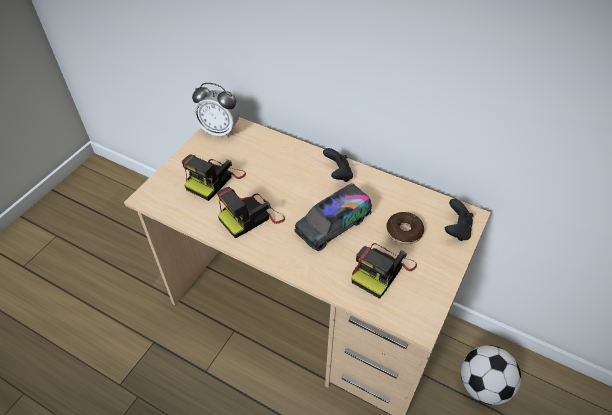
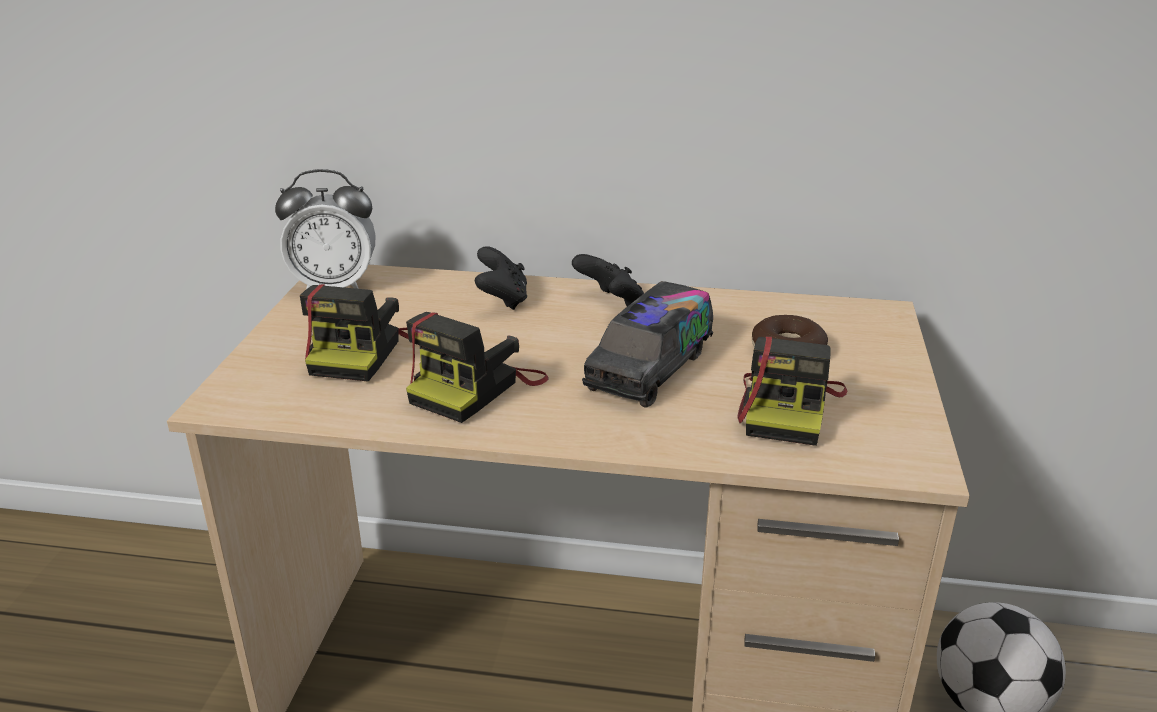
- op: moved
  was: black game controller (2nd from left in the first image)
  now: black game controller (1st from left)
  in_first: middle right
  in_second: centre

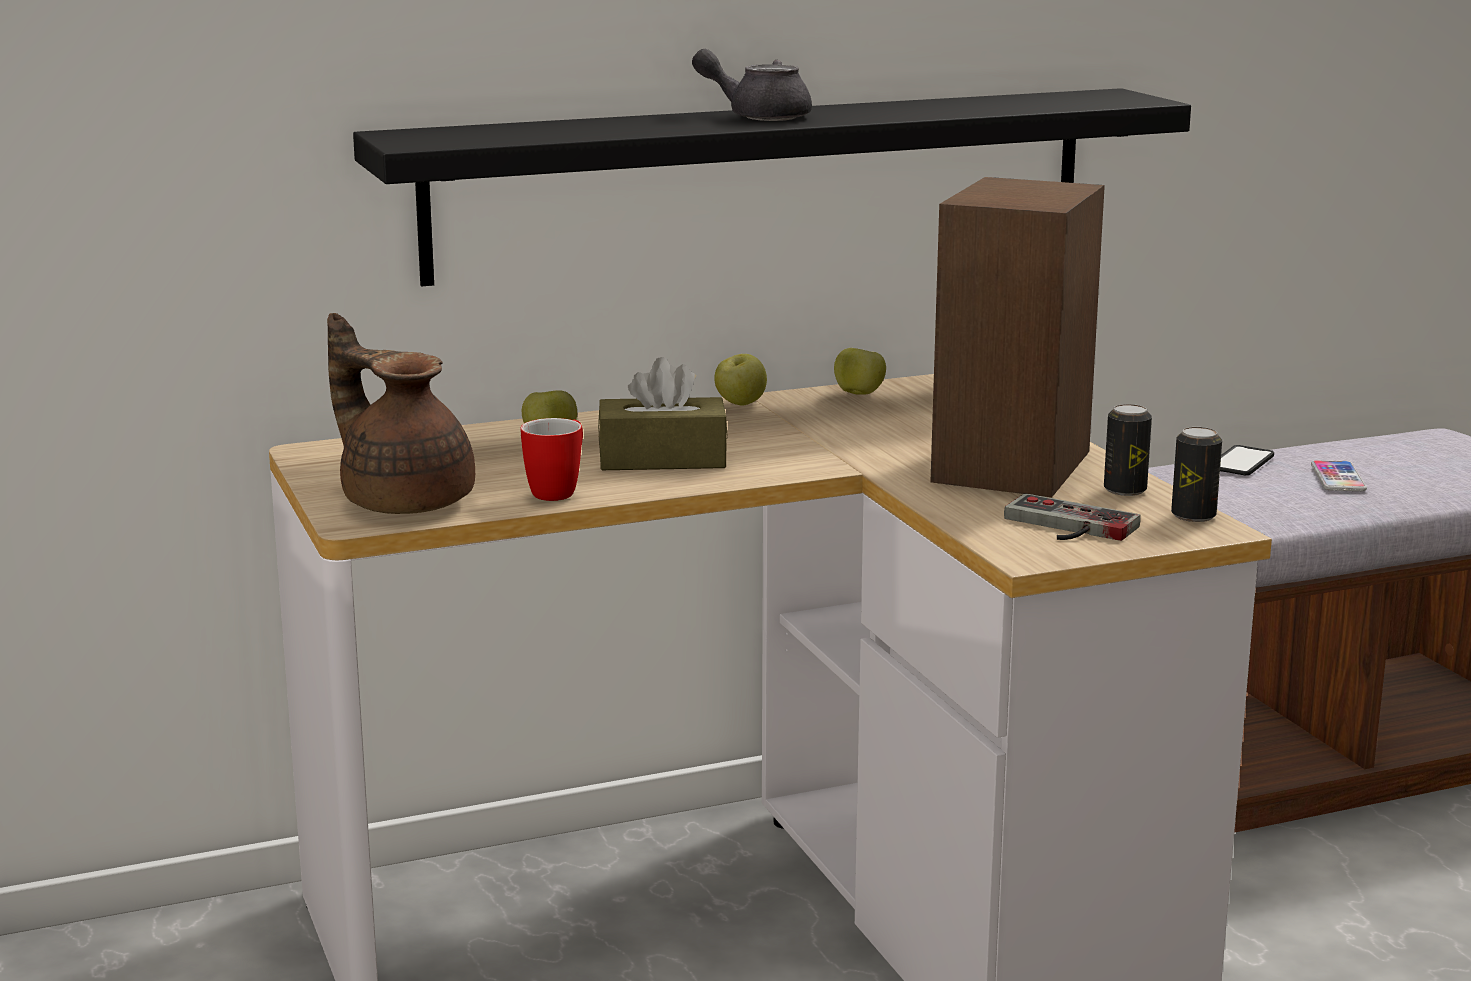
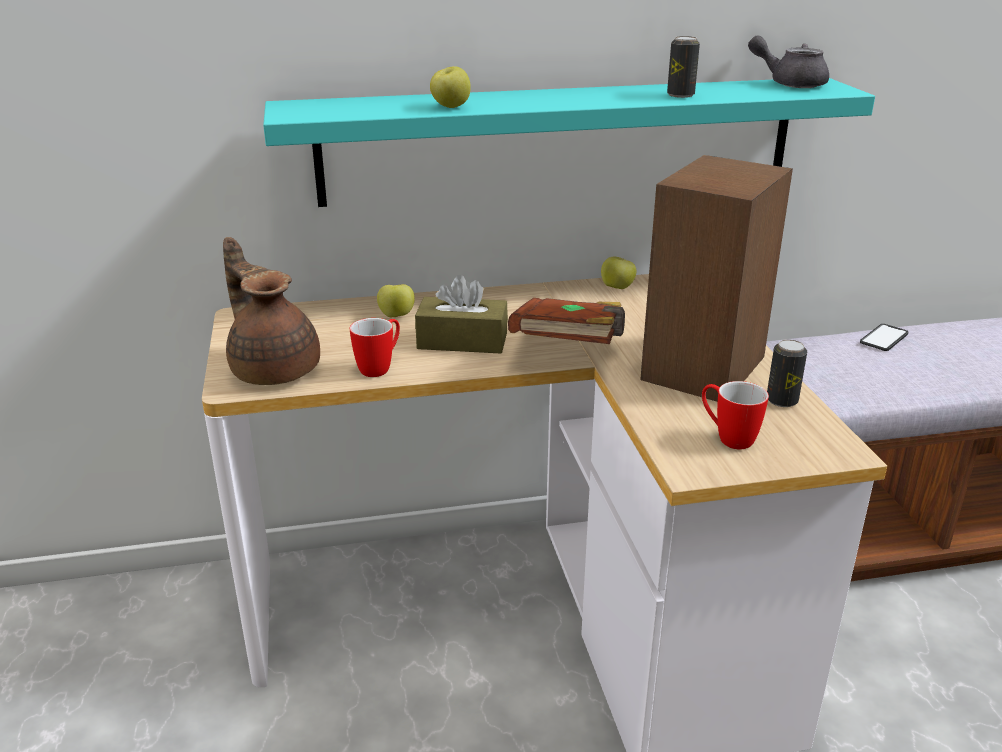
- op: recoloured
  was: black shelf
  now: turquoise shelf
  in_first: top centre
  in_second: top centre
- op: moved
  was: apple (2nd from left)
  in_first: centre
  in_second: top centre
- op: added
  now: brown book
  in_second: centre
- op: moved
  was: can (2nd from left in the first image)
  now: can (1st from left)
  in_first: middle right
  in_second: top right
- op: replaced
  was: game controller
  now: mug (2nd from left)
  in_first: middle right
  in_second: middle right
- op: moved
  was: grey teapot
  in_first: top centre
  in_second: top right
- op: removed
  was: phone (2nd from left)
  in_first: middle right

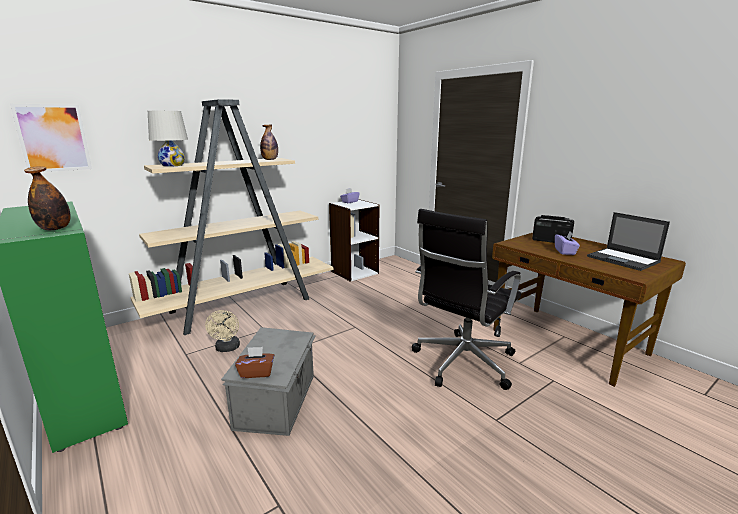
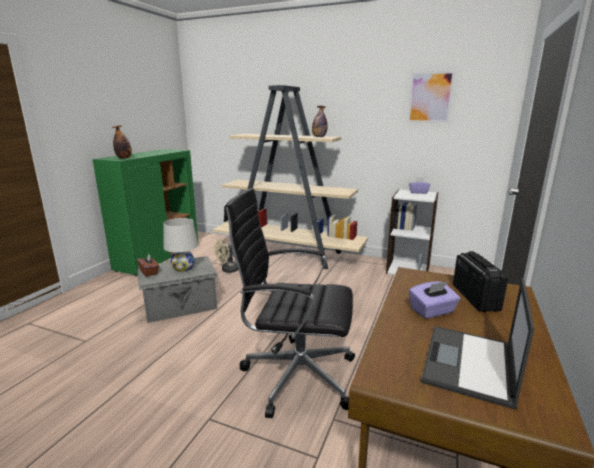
- op: moved
  was: white table lamp
  in_first: top left
  in_second: middle left
- op: moved
  was: picture
  in_first: top left
  in_second: top right

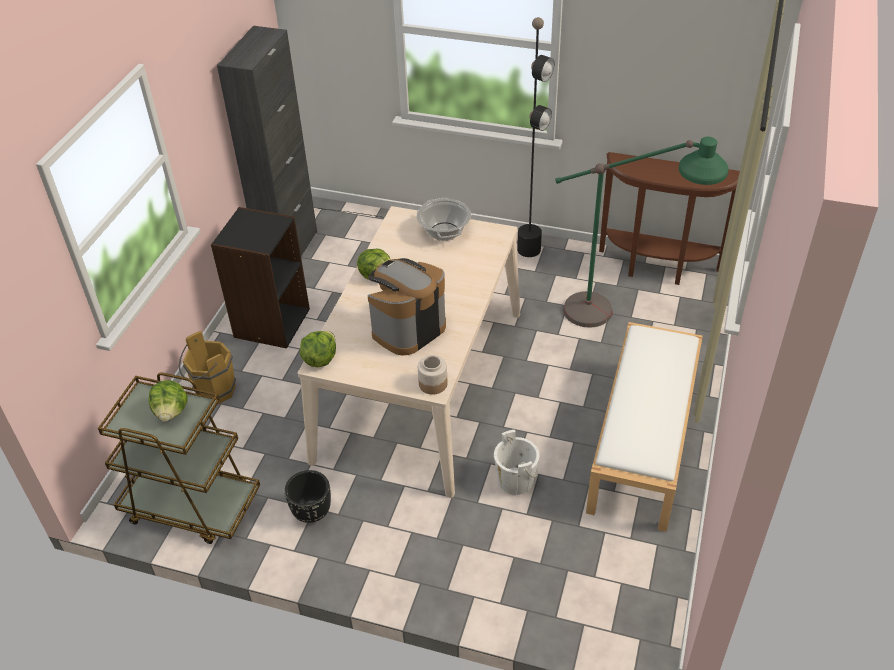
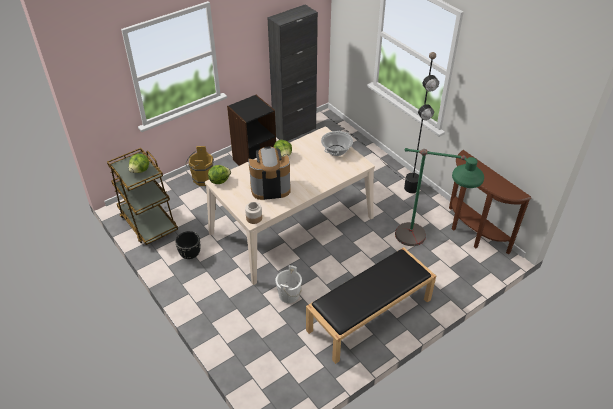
- op: recoloured
  was: white bench
  now: black bench
  in_first: middle right
  in_second: bottom centre

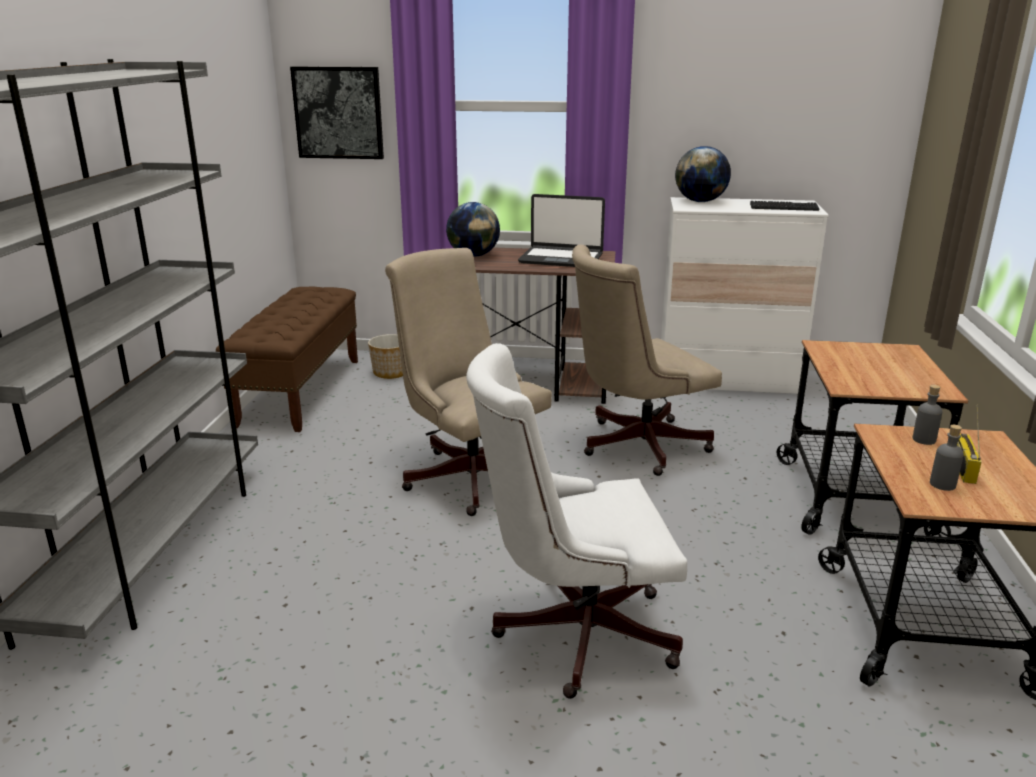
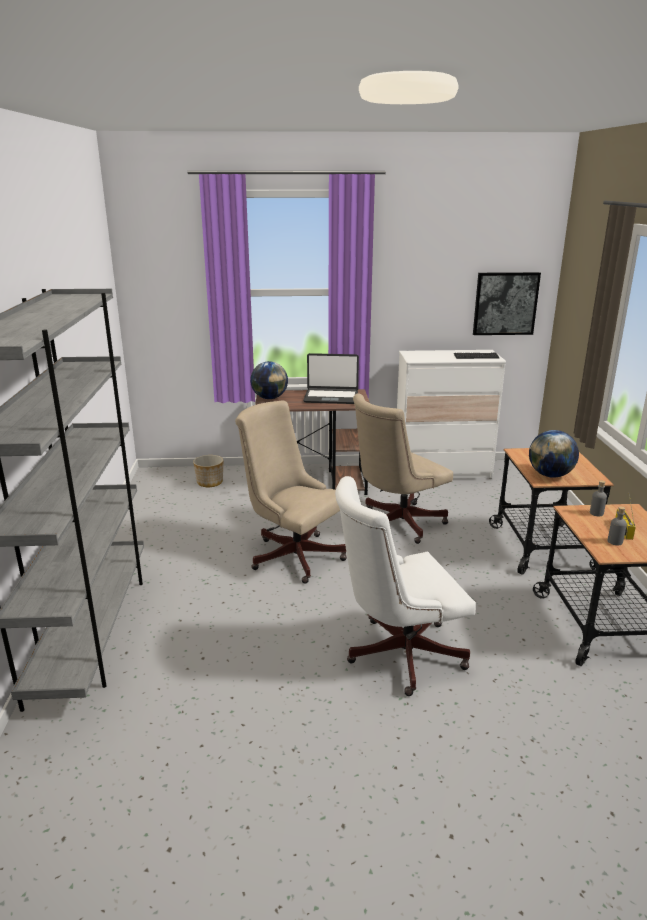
- op: moved
  was: picture
  in_first: top left
  in_second: top right
- op: moved
  was: globe (2nd from left)
  in_first: top right
  in_second: middle right
- op: removed
  was: brown bench
  in_first: middle left

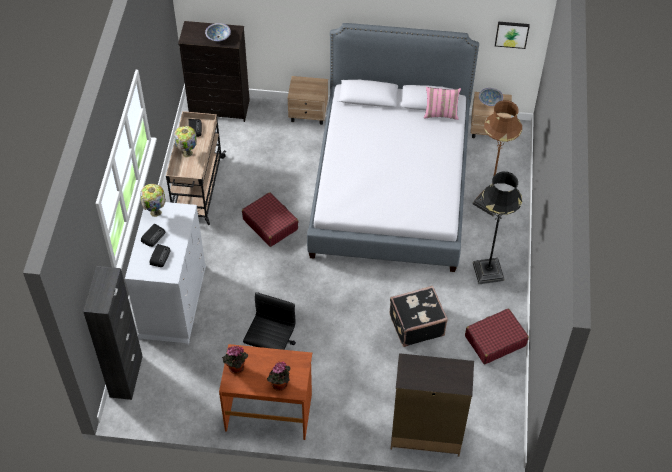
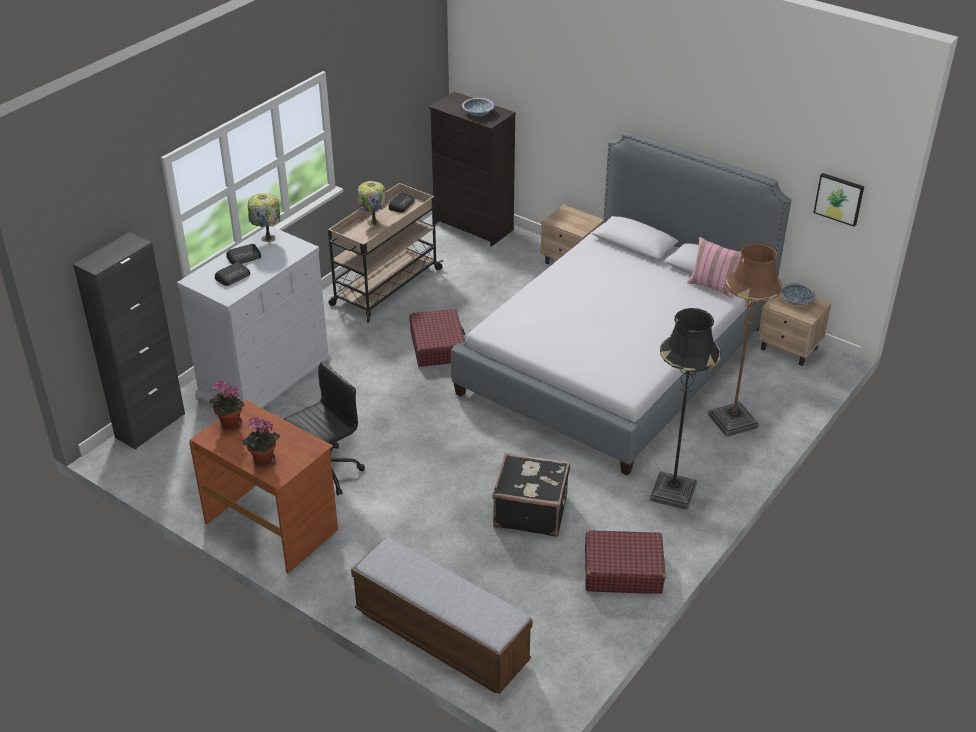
- op: replaced
  was: black dresser (2nd from left)
  now: bench
  in_first: bottom centre
  in_second: bottom centre

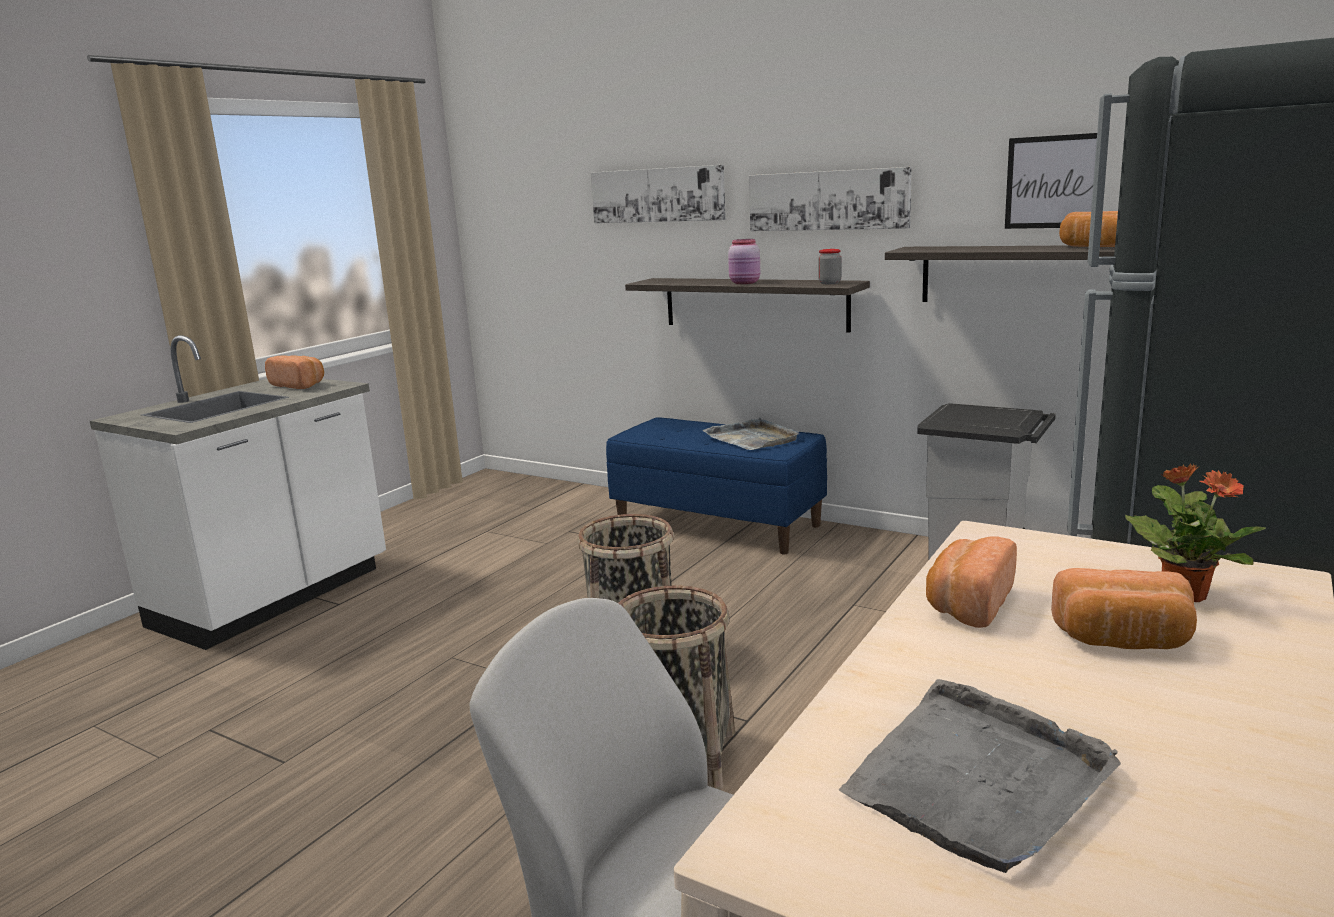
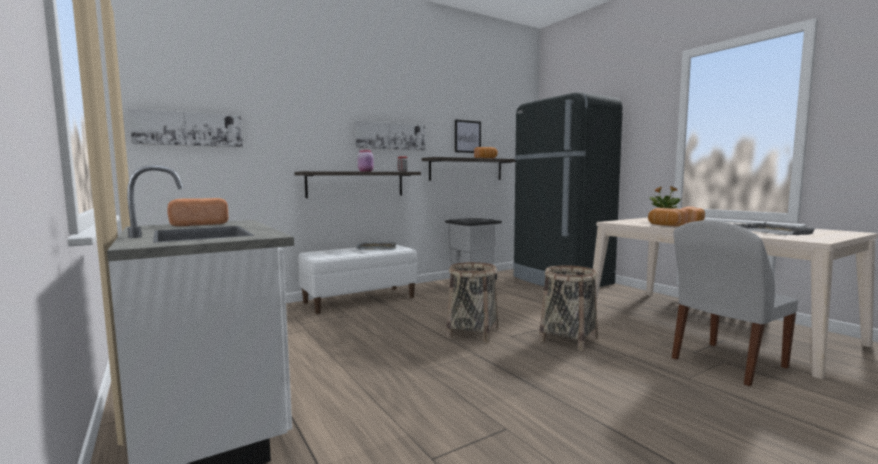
- op: moved
  was: picture (1st from left)
  in_first: top centre
  in_second: top left
- op: recoloured
  was: blue bench
  now: white bench
  in_first: centre
  in_second: centre

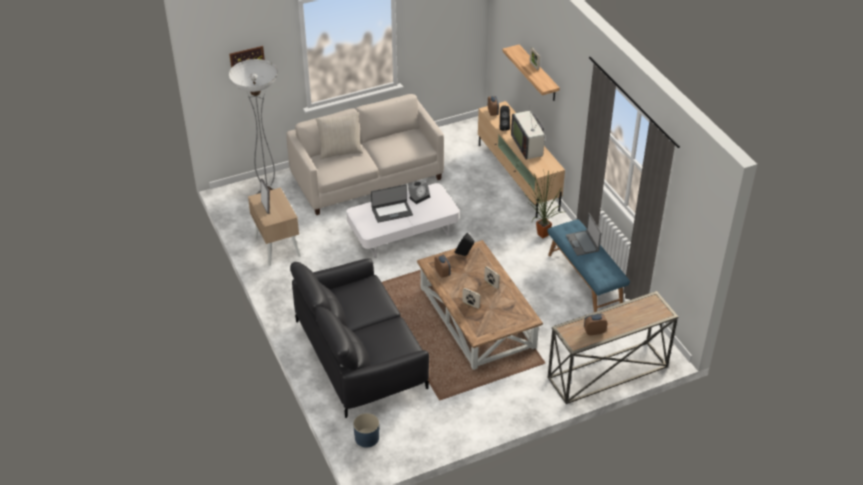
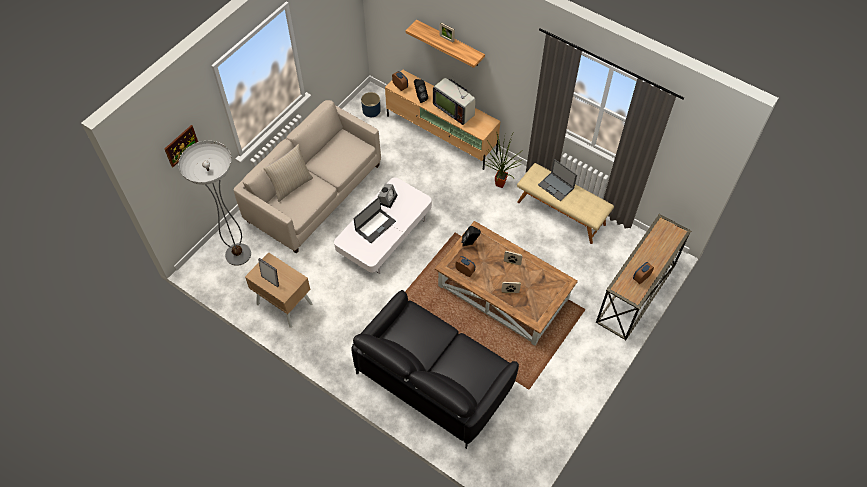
- op: moved
  was: blue planter
  in_first: bottom centre
  in_second: top centre
- op: recoloured
  was: blue bench
  now: beige bench
  in_first: middle right
  in_second: centre

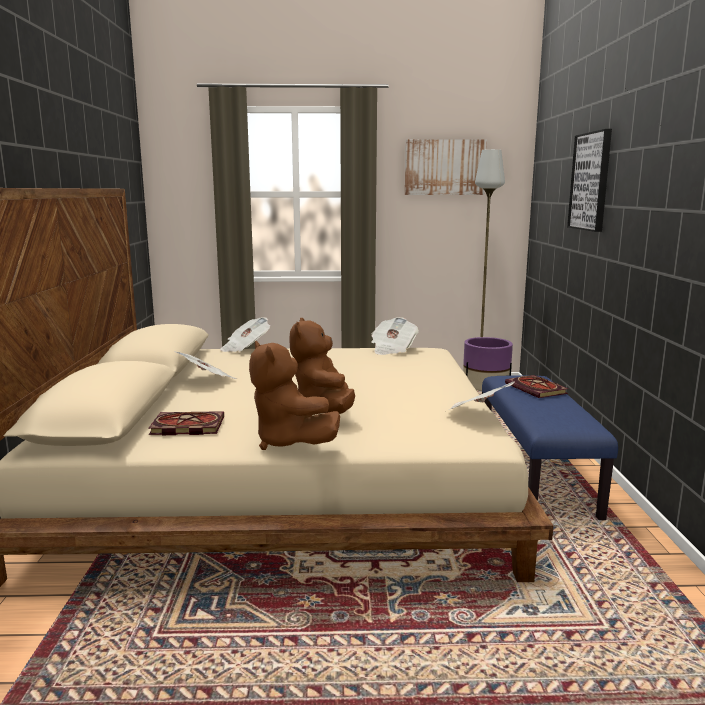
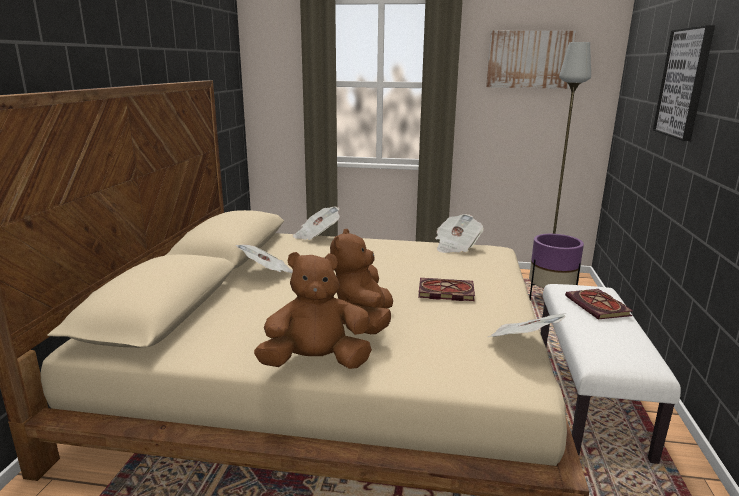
- op: turned
  was: brown plush toy (1st from left)
  in_first: centre
  in_second: centre
  clockwise: 105
- op: moved
  was: book (1st from left)
  in_first: middle left
  in_second: centre
- op: recoloured
  was: blue bench
  now: white bench
  in_first: middle right
  in_second: bottom right

